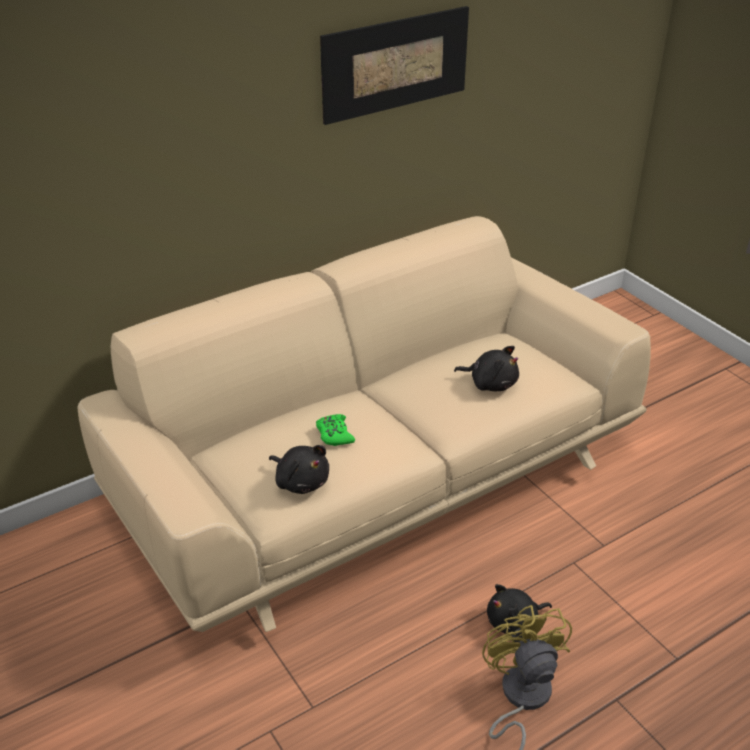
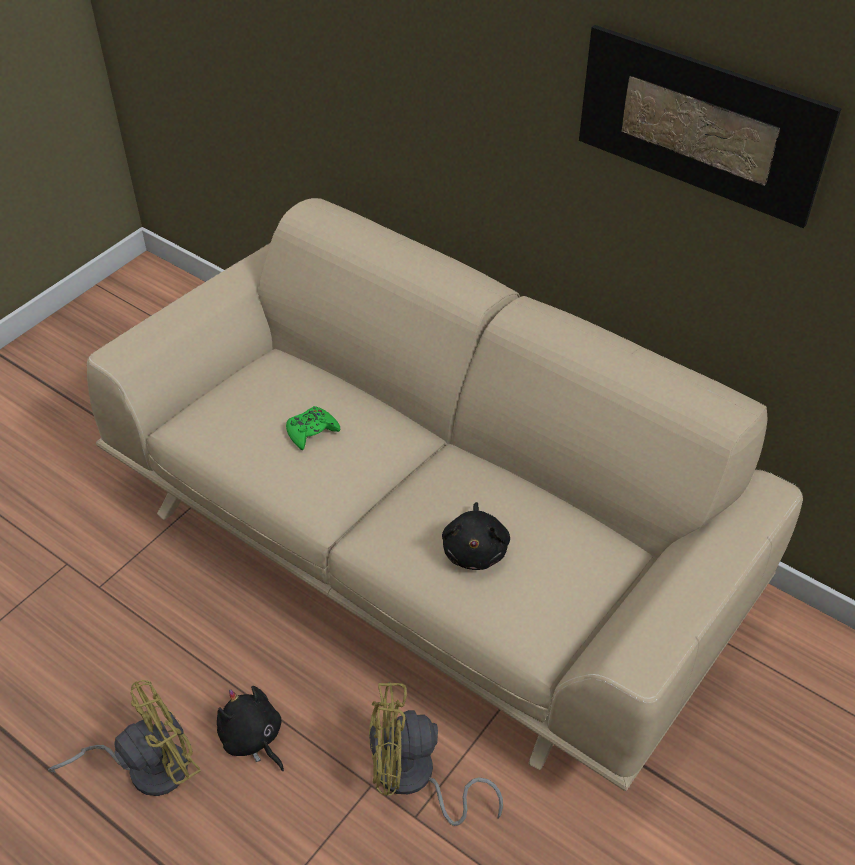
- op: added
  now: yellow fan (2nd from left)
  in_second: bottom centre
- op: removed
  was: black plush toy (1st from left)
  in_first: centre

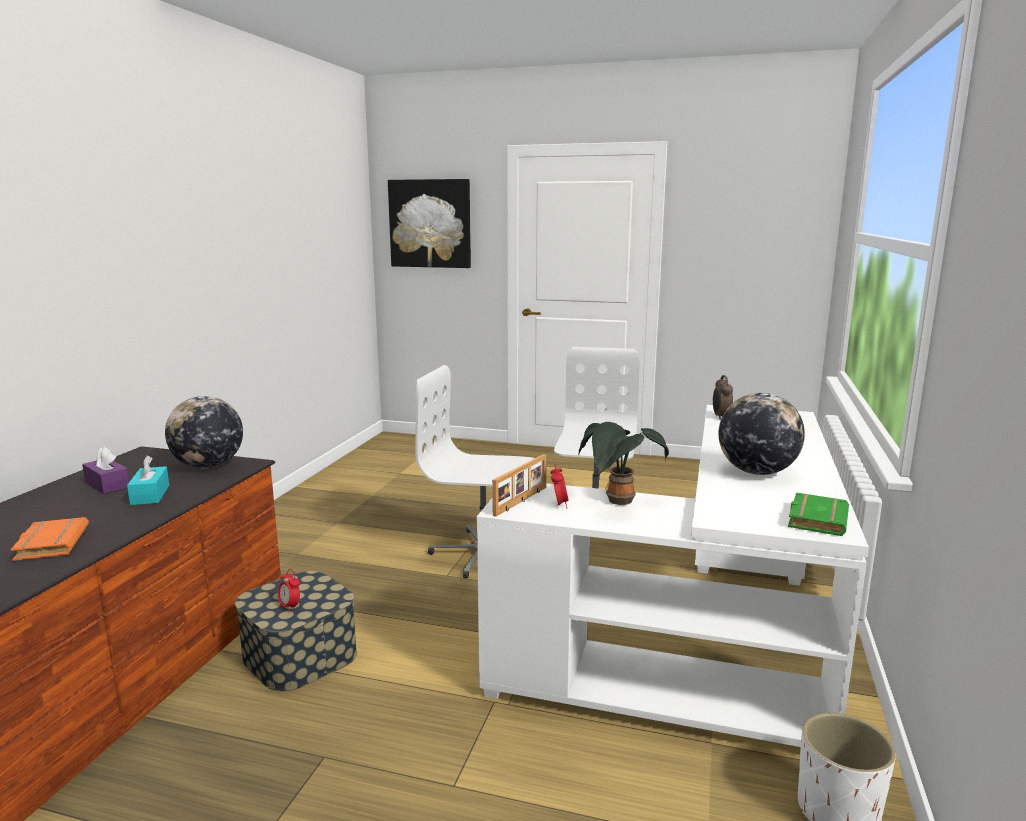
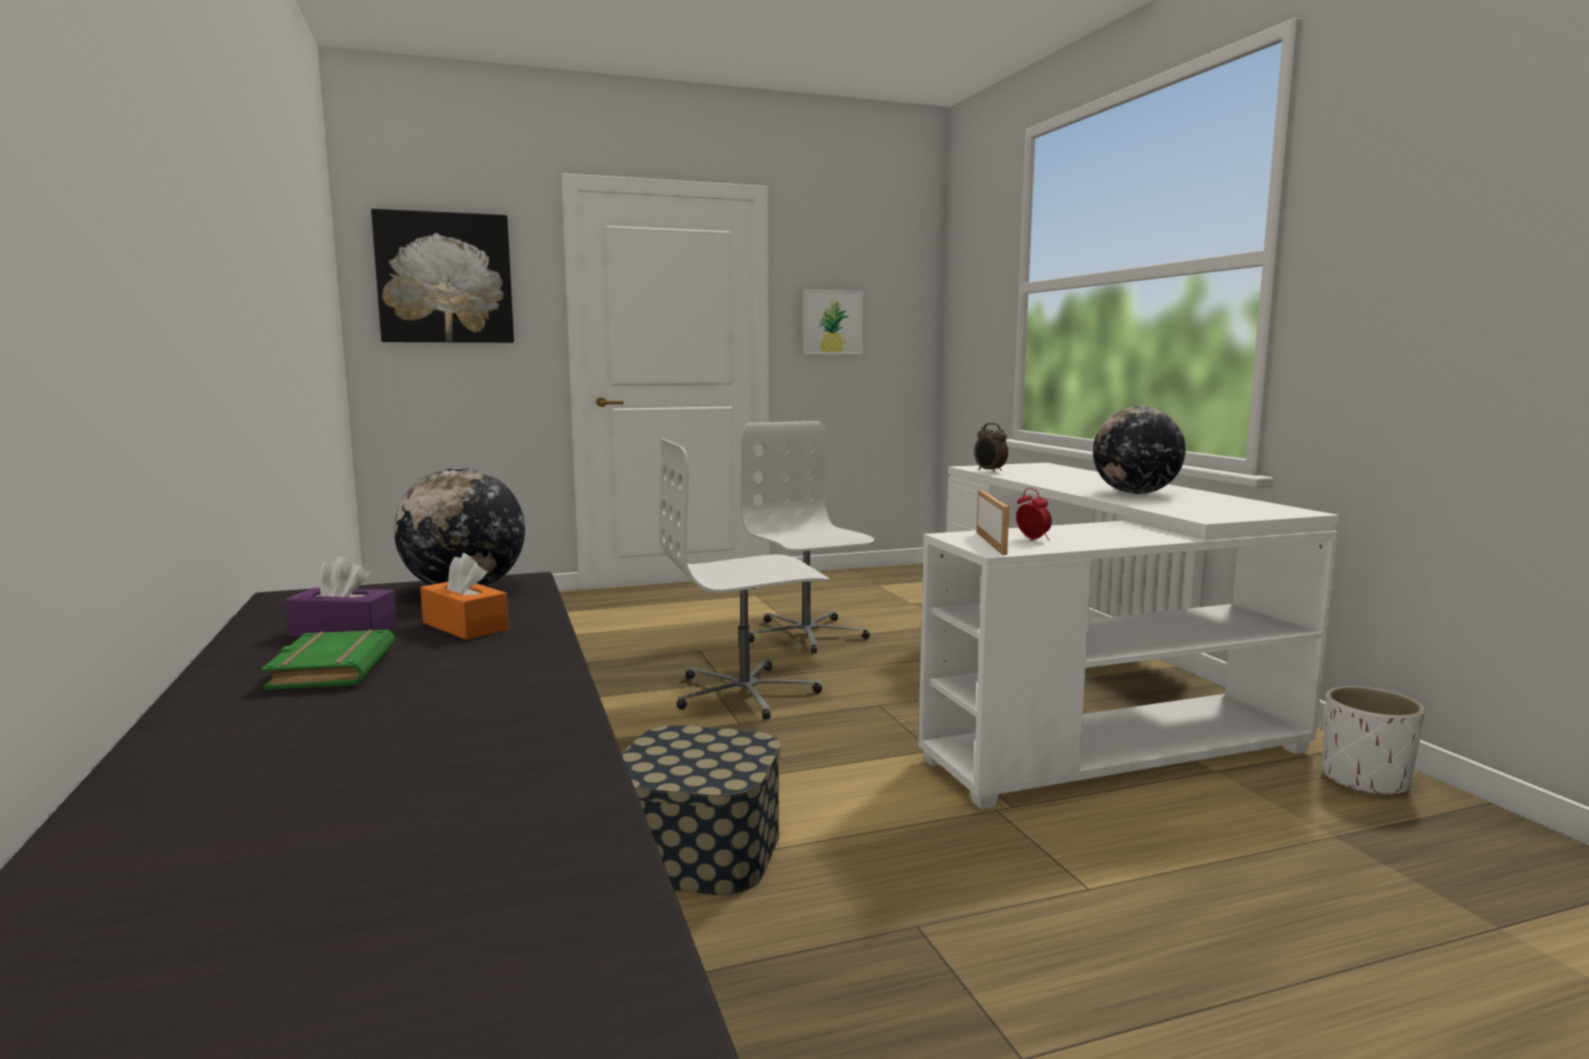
- op: moved
  was: green book
  in_first: middle right
  in_second: middle left
- op: recoloured
  was: turquoise tissue box
  now: orange tissue box
  in_first: middle left
  in_second: middle left
- op: added
  now: picture (2nd from left)
  in_second: top centre
- op: removed
  was: orange book
  in_first: middle left
- op: removed
  was: alarm clock (1st from left)
  in_first: bottom left
- op: removed
  was: potted plant
  in_first: centre

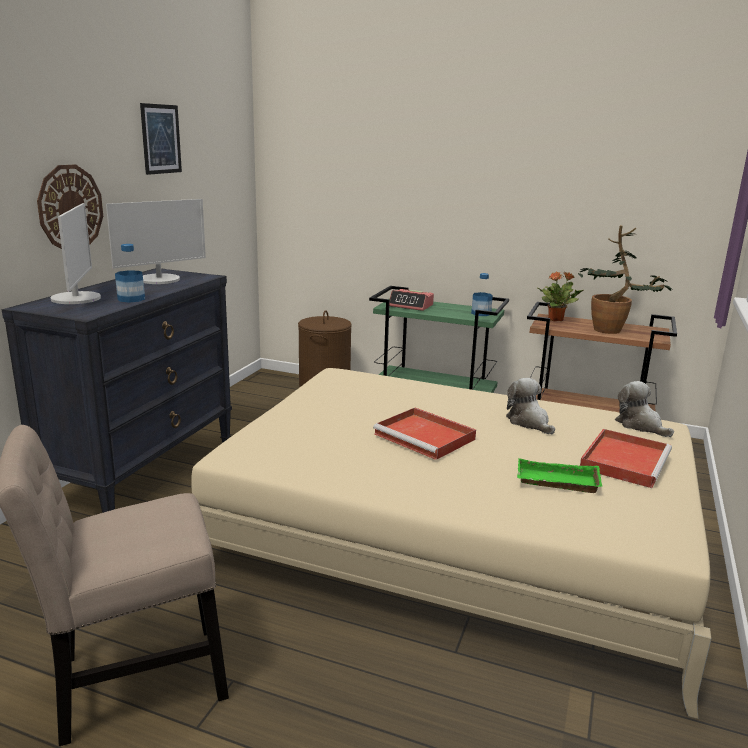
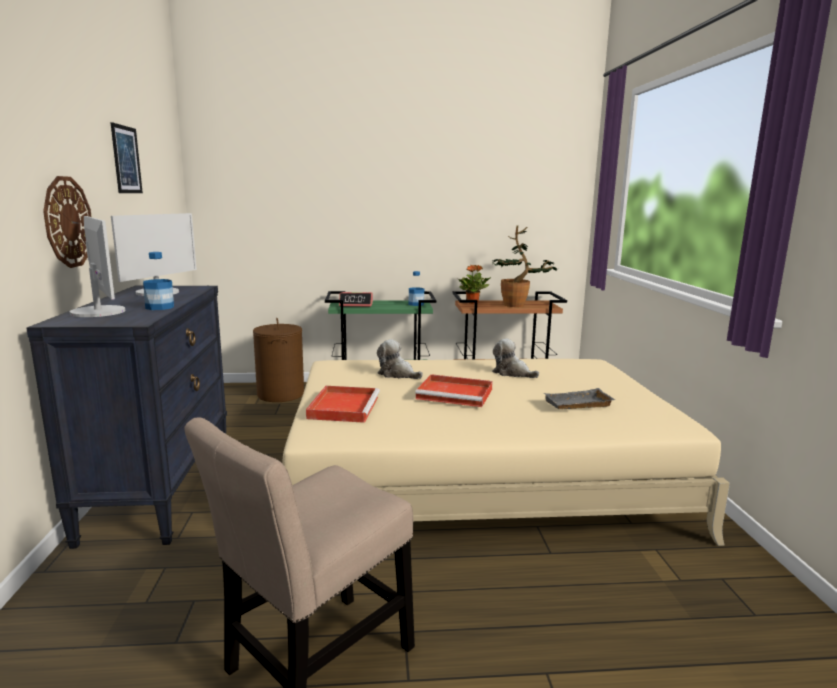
- op: moved
  was: red tray (2nd from left in the first image)
  now: red tray (1st from left)
  in_first: middle right
  in_second: centre
- op: moved
  was: plush toy (2nd from left in the first image)
  now: plush toy (1st from left)
  in_first: middle right
  in_second: centre
- op: recoloured
  was: green tray
  now: grey tray
  in_first: middle right
  in_second: middle right

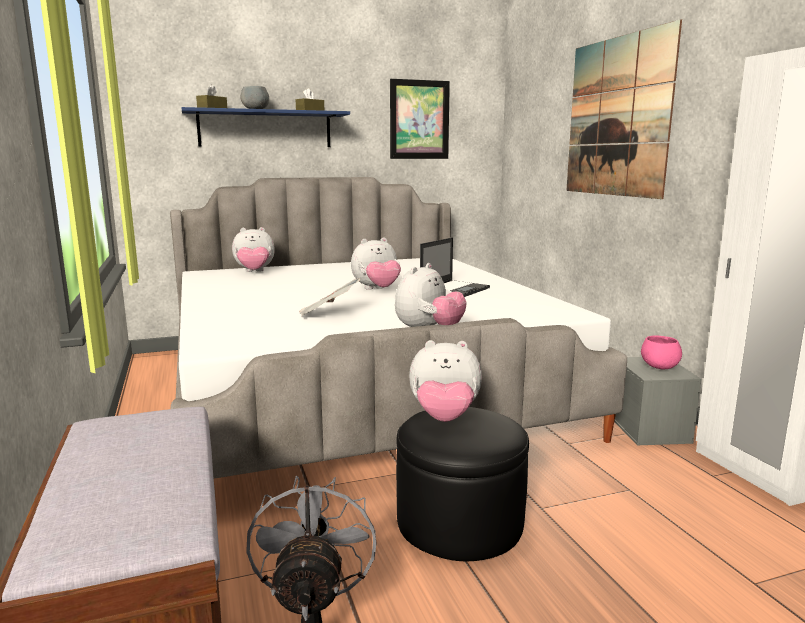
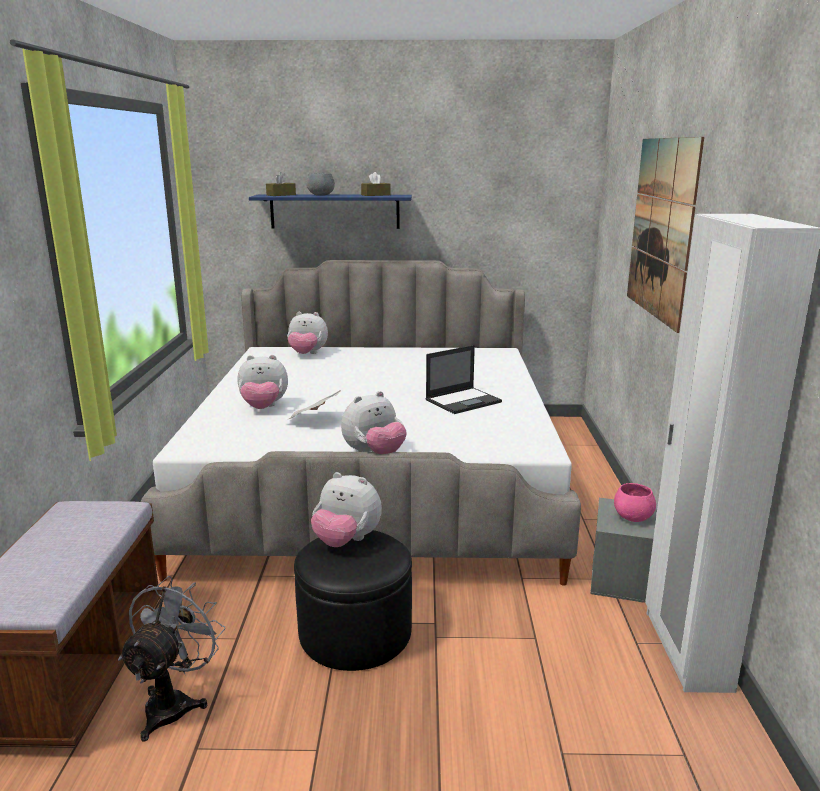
- op: moved
  was: plush toy (2nd from left in the first image)
  now: plush toy (1st from left)
  in_first: centre
  in_second: middle left
- op: removed
  was: picture (1st from left)
  in_first: top centre

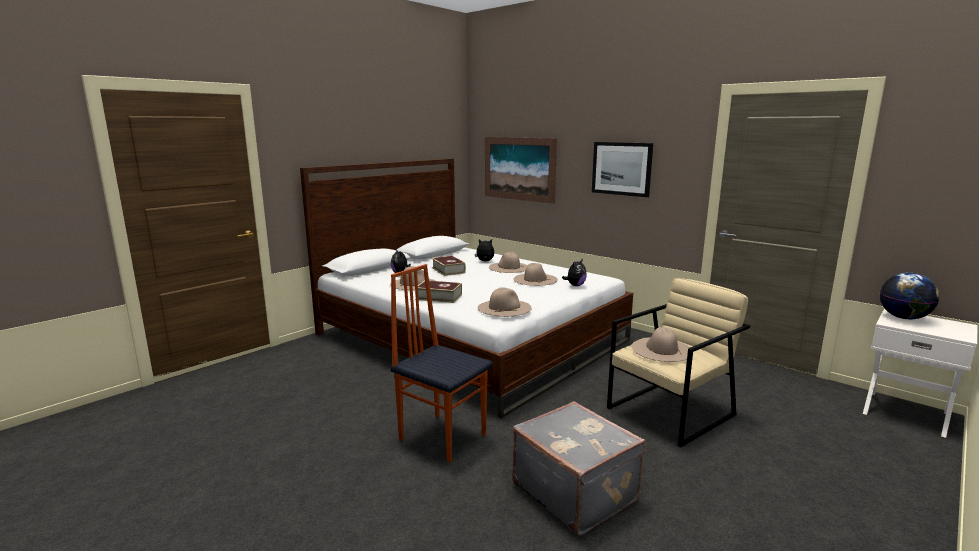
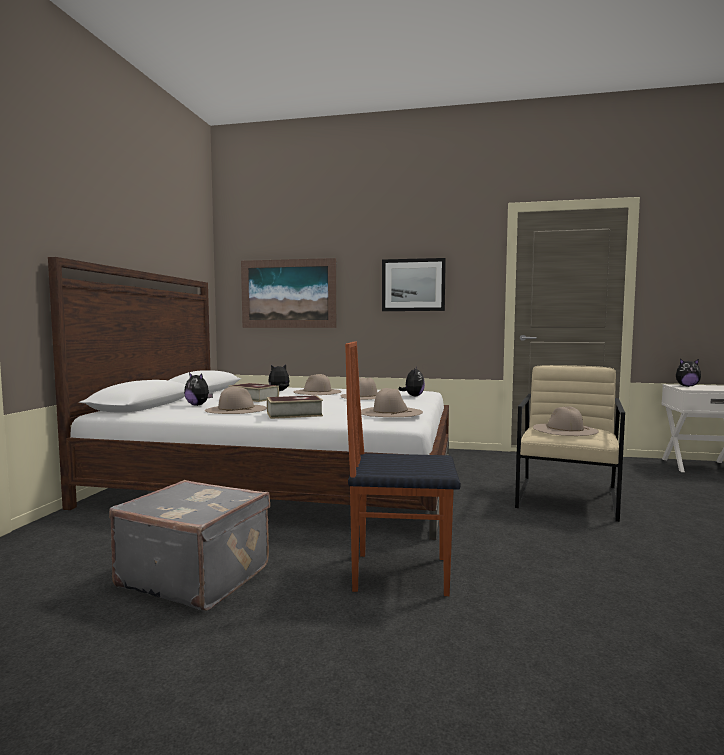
- op: moved
  was: grey suitcase
  in_first: bottom centre
  in_second: bottom left
- op: replaced
  was: globe
  now: plush toy (4th from left)
  in_first: middle right
  in_second: middle right

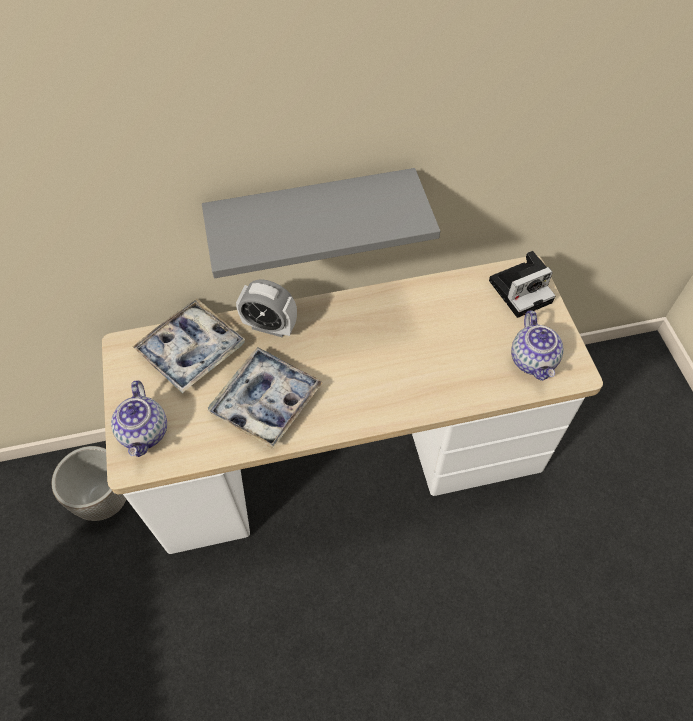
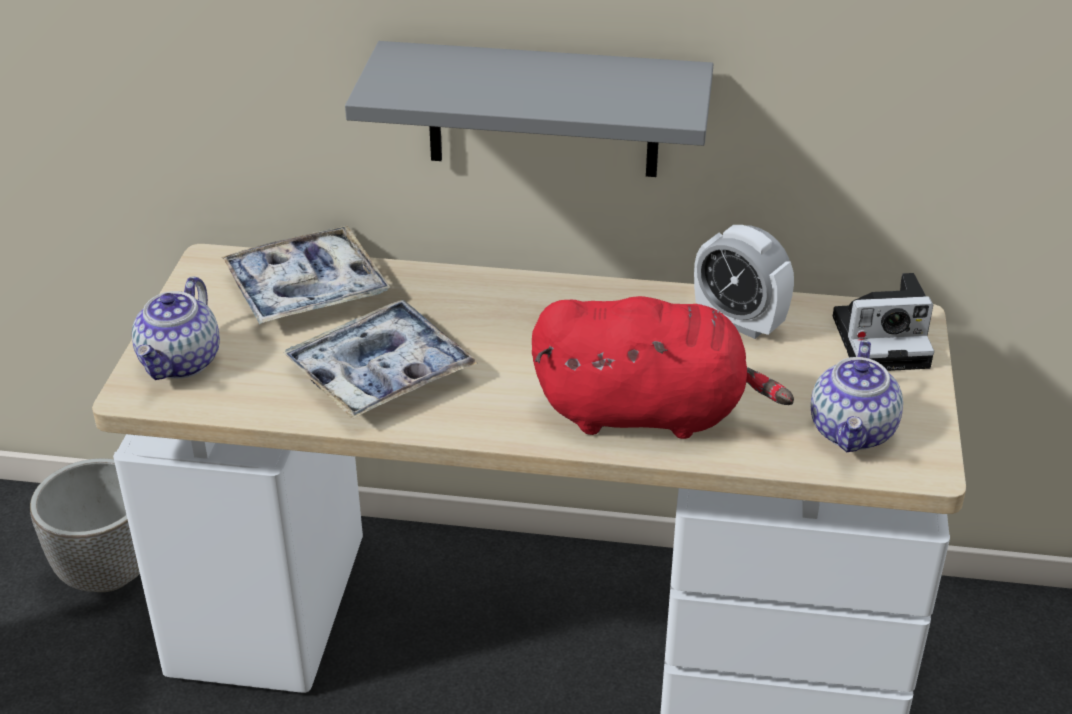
- op: added
  now: red plush toy
  in_second: centre
- op: moved
  was: alarm clock
  in_first: centre
  in_second: middle right

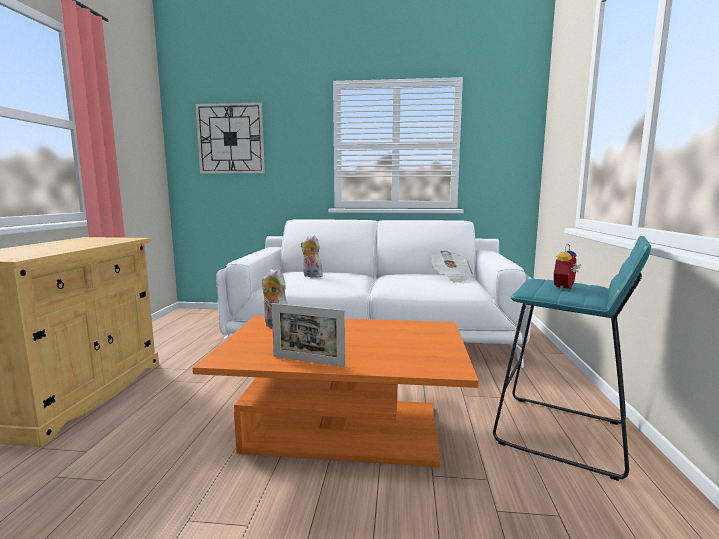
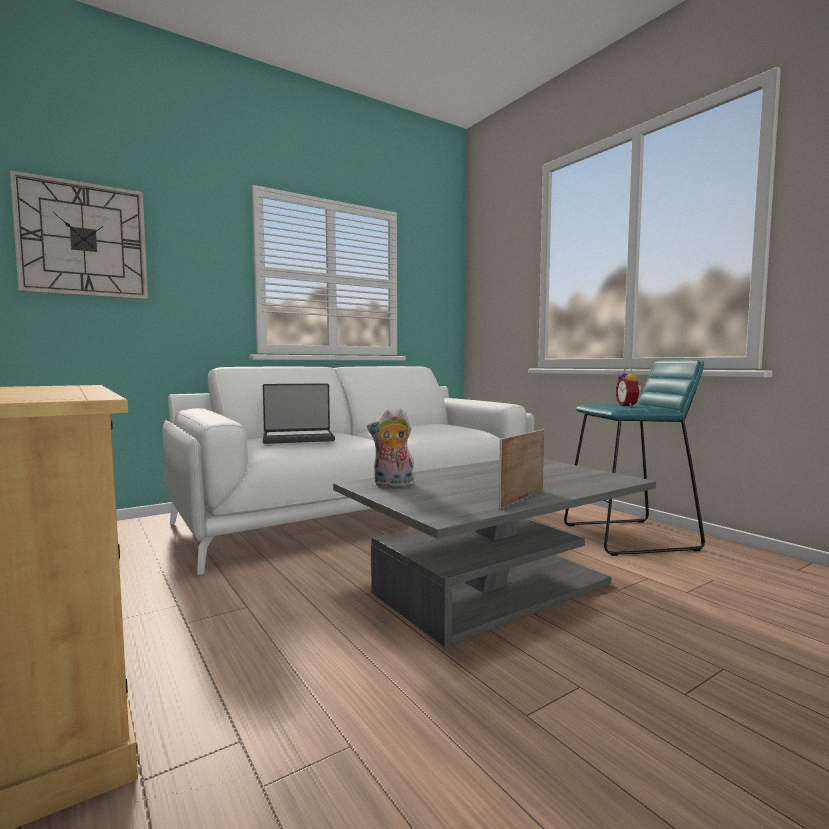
- op: replaced
  was: plush toy (2nd from left)
  now: laptop
  in_first: centre
  in_second: centre
- op: recoloured
  was: orange coffee table
  now: grey coffee table
  in_first: bottom centre
  in_second: bottom centre
- op: turned
  was: picture frame
  in_first: centre
  in_second: centre
  clockwise: 150
- op: removed
  was: newspaper
  in_first: centre

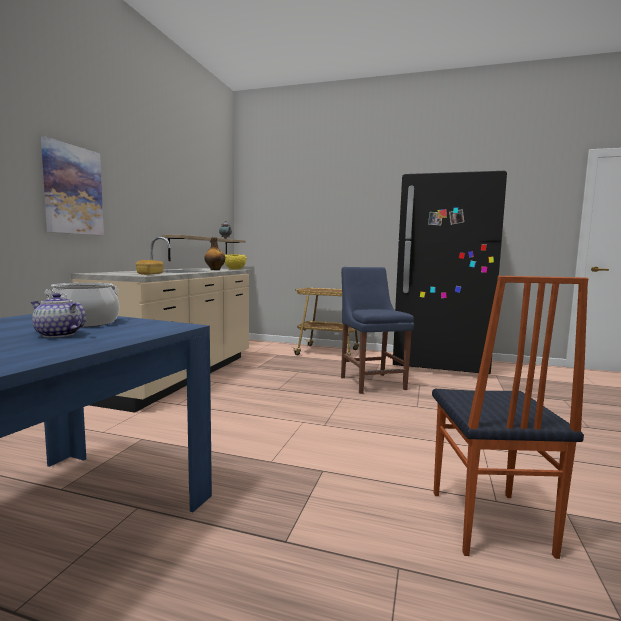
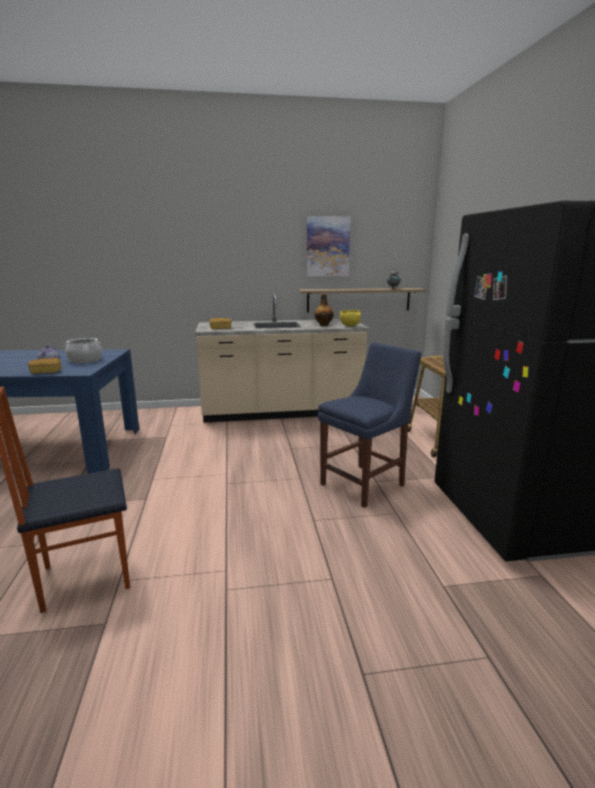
- op: added
  now: bread (1st from left)
  in_second: middle left
- op: moved
  was: picture
  in_first: top left
  in_second: top centre

